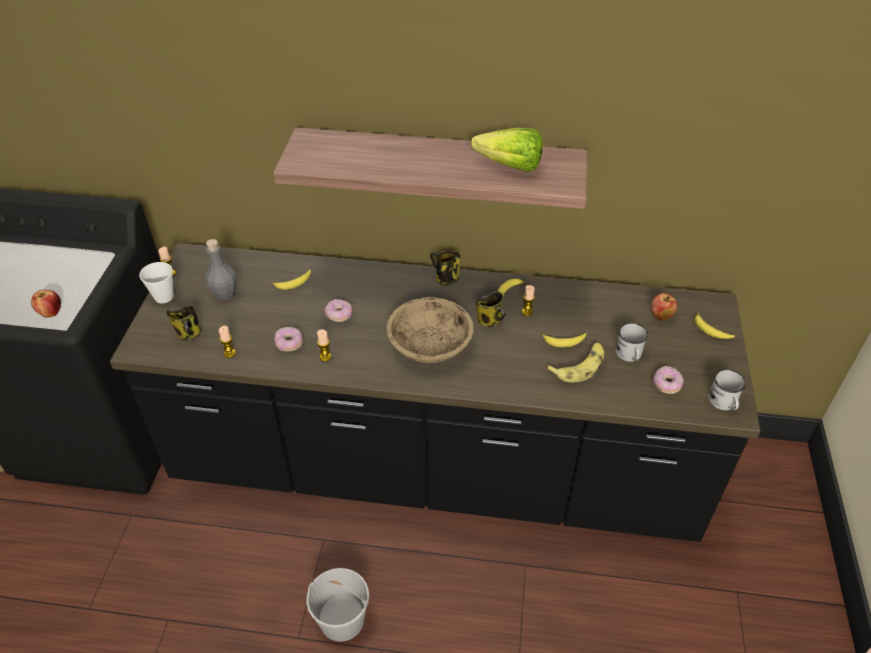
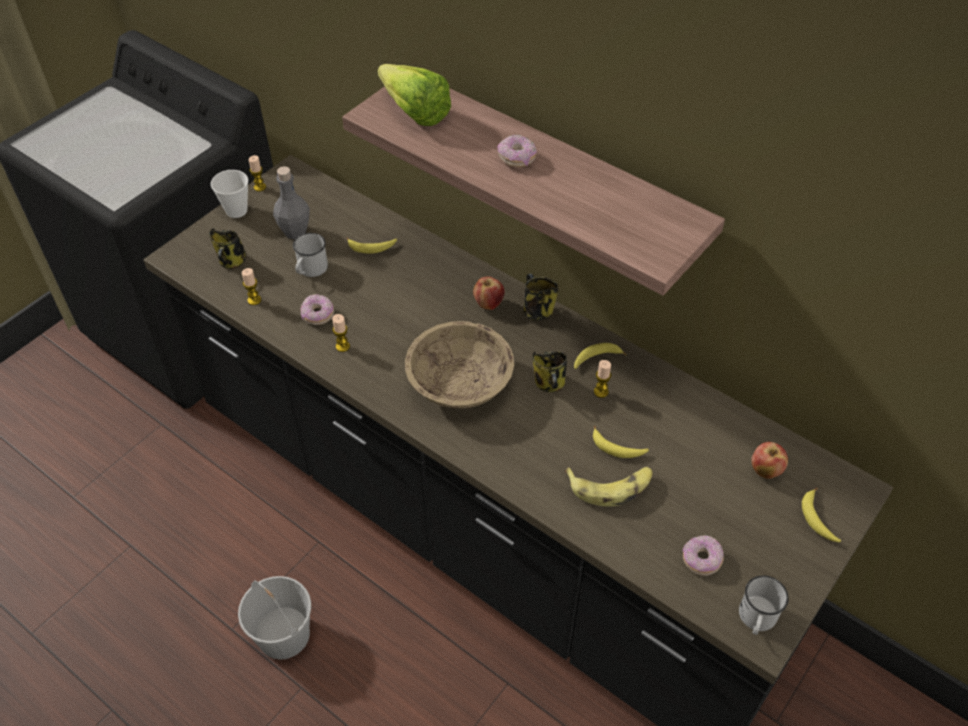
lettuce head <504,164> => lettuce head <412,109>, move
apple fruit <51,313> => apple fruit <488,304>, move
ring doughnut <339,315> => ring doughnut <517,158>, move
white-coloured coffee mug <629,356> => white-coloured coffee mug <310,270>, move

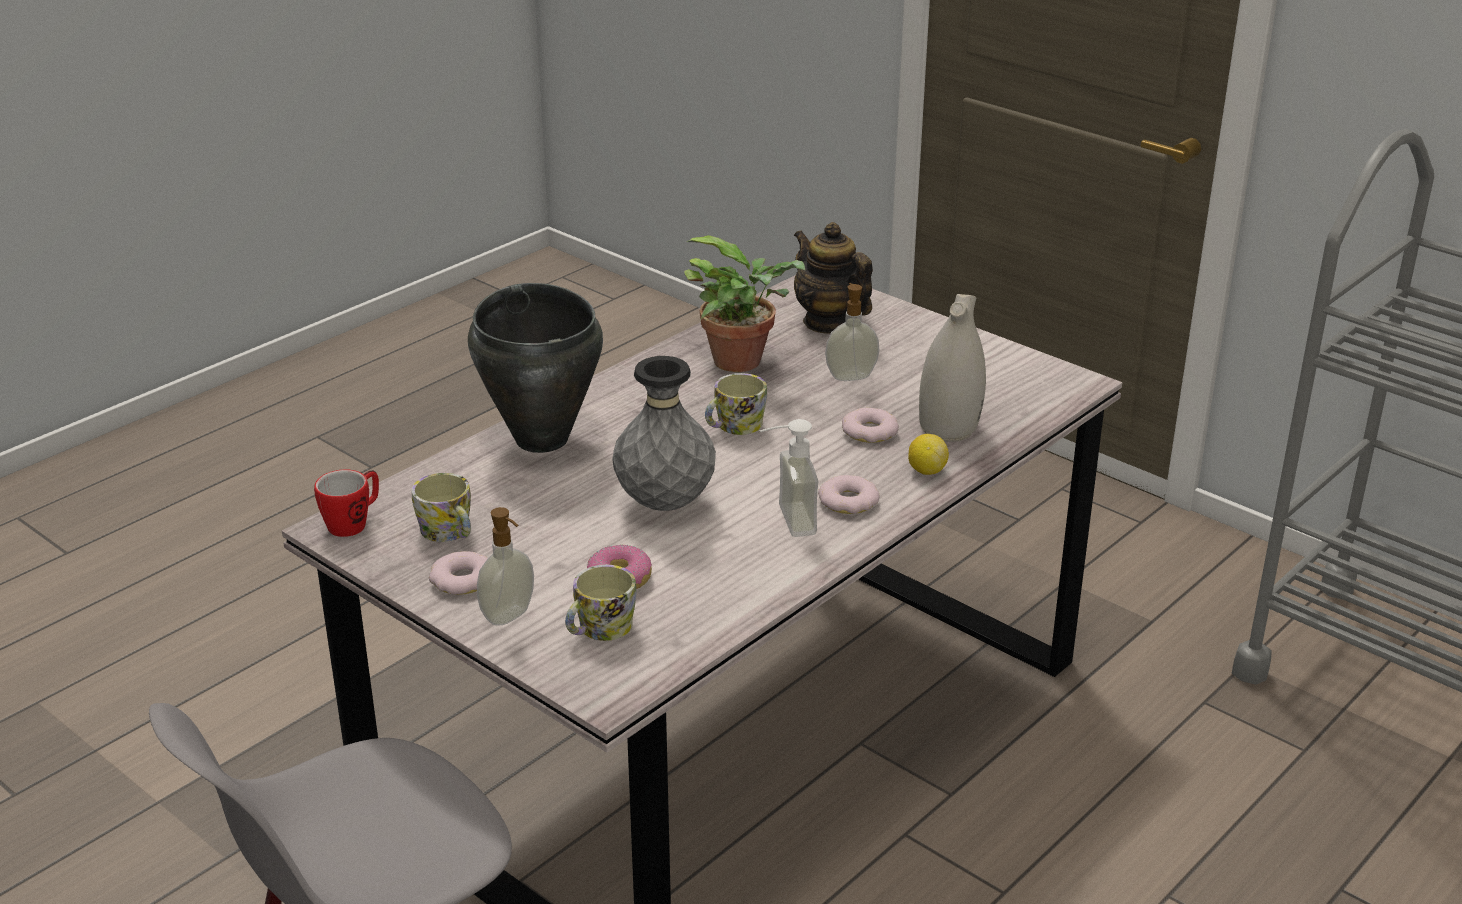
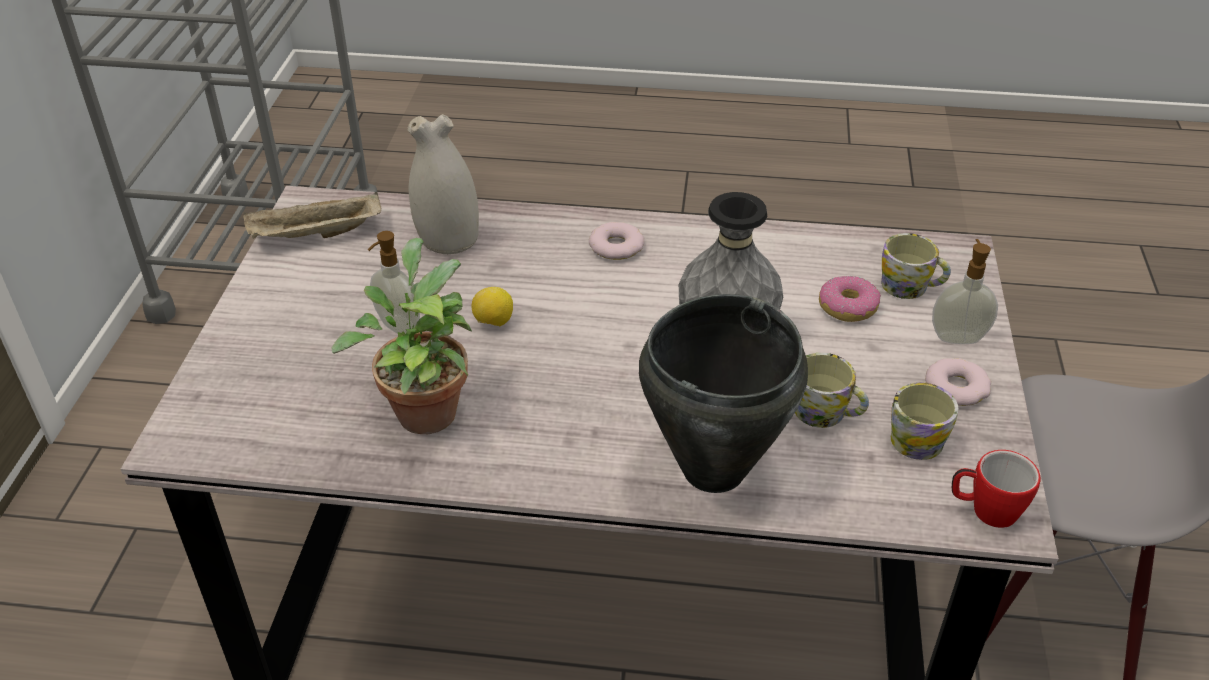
teapot <829,322> => nothing
coffee mug <734,427> => coffee mug <826,413>, move
ring doughnut <870,431> => nothing
soap bottle <784,521> => nothing
citrus fruit <926,470> => citrus fruit <493,322>, move
nothing => sand-coloured carrying tray <315,235>

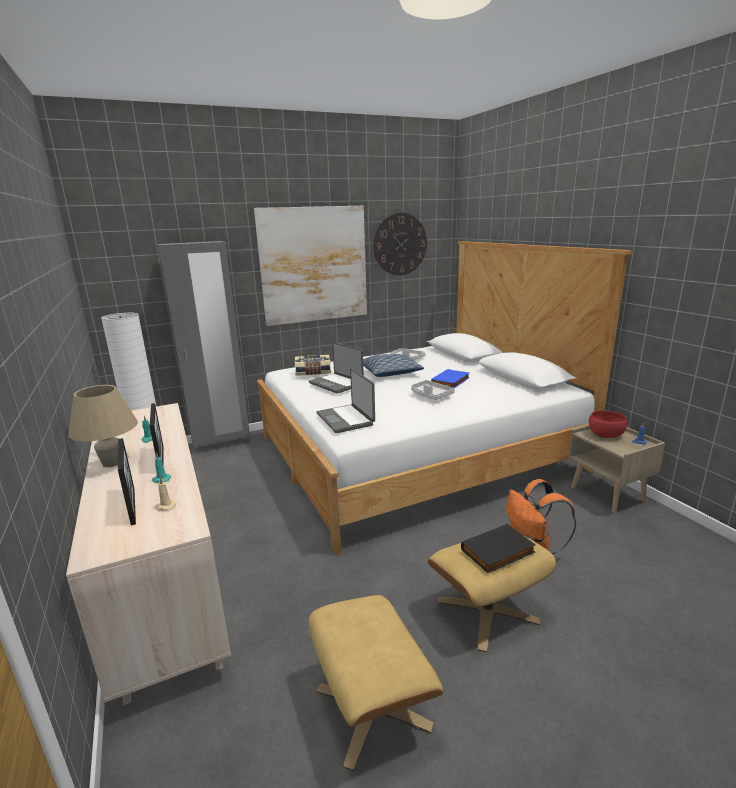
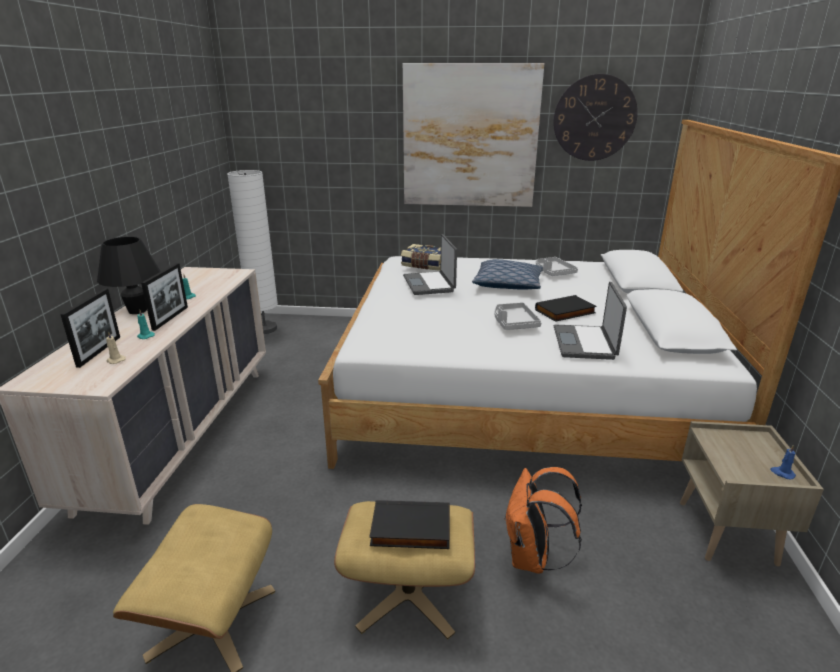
grey clothes cupboard <221,443> => nothing
notebook computer <346,419> => notebook computer <585,343>, move
blue volume <451,381> => black-coloured volume <565,312>
sand-coloured lamp for a table <112,463> => black-coloured lamp for a table <137,311>
red-coloured serving bowl <606,435> => nothing

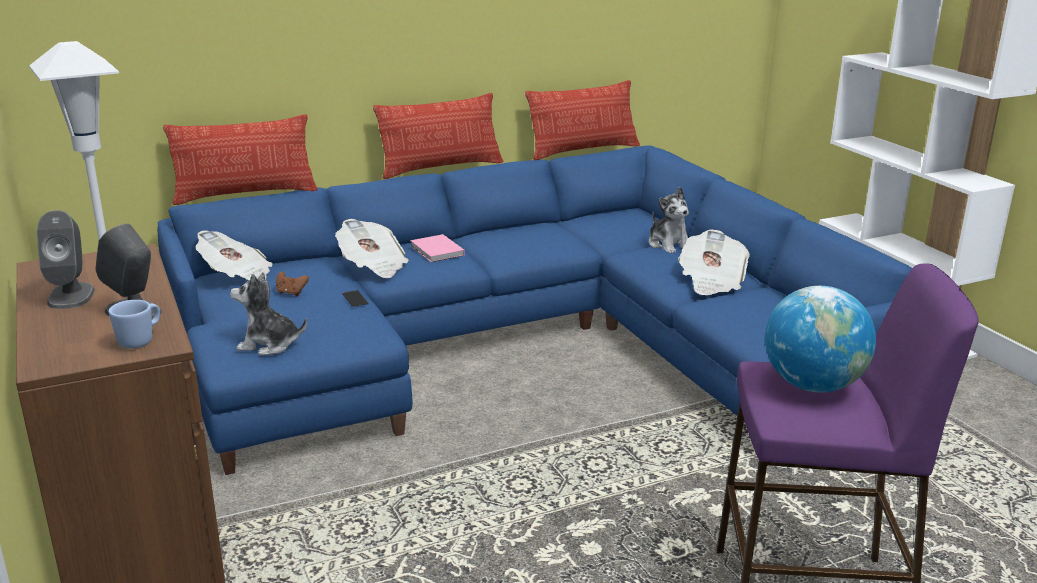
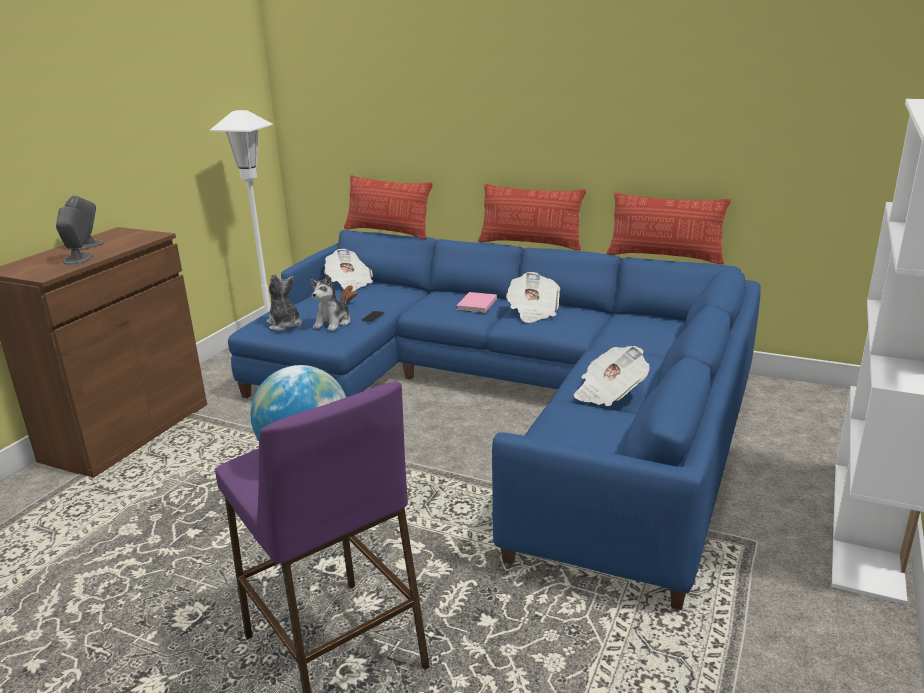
soft toy <669,245> => soft toy <333,323>, move
newspaper <373,266> => newspaper <533,312>, move
blue coffee mug <141,340> => nothing

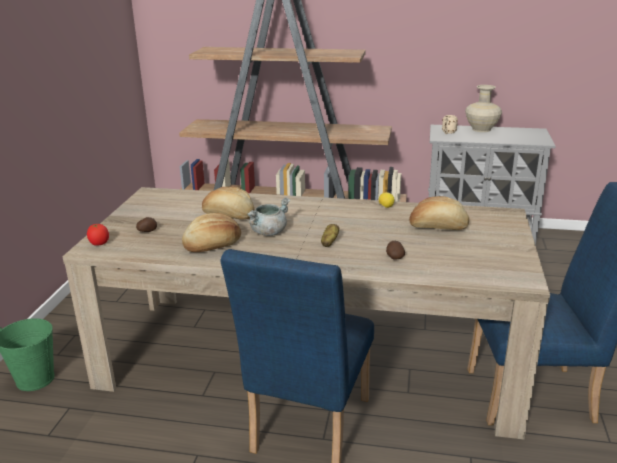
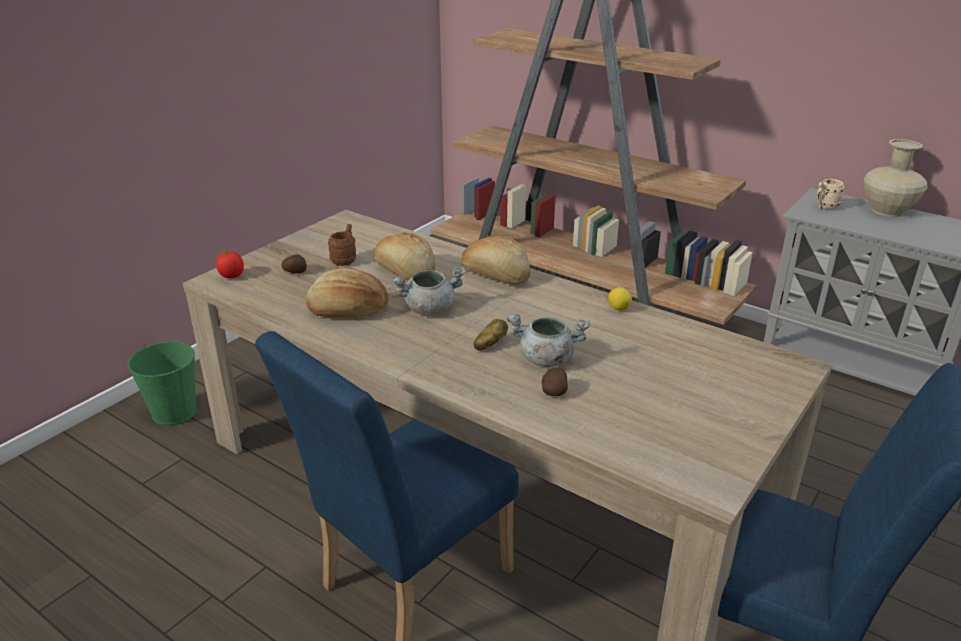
baked bread <438,227> => baked bread <496,276>, move
nothing => brownish coffee mug <345,260>
nothing => grey stockpot <546,359>

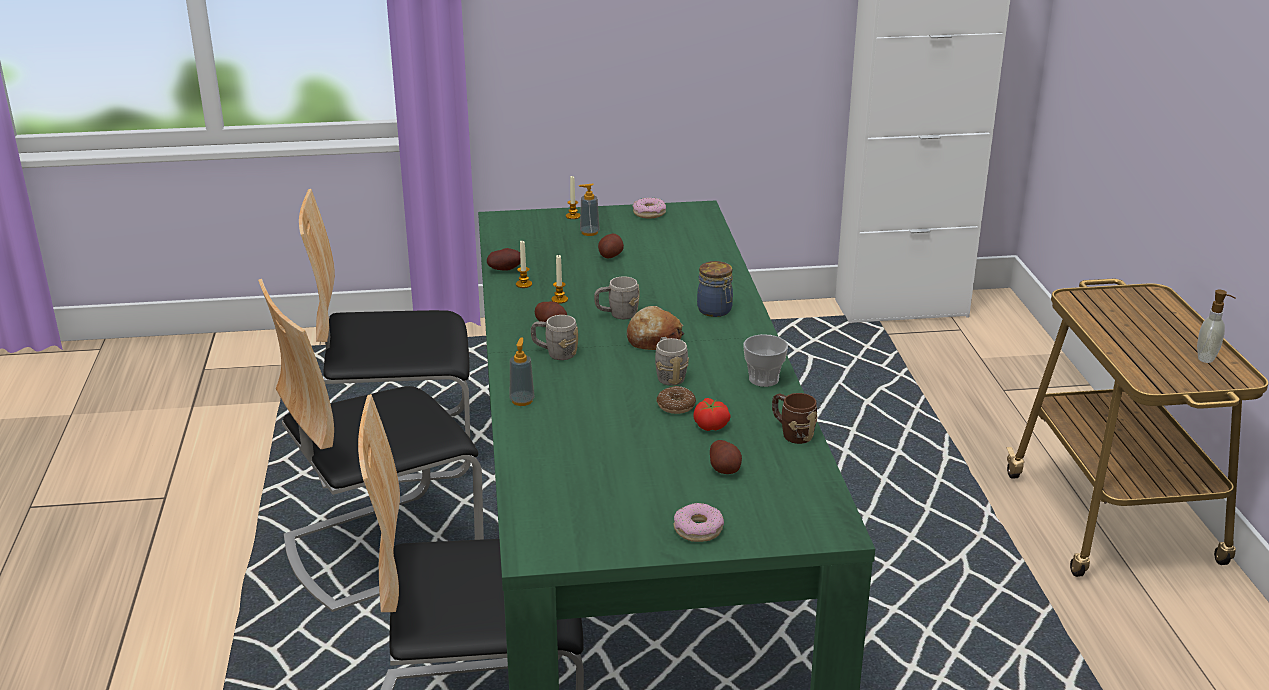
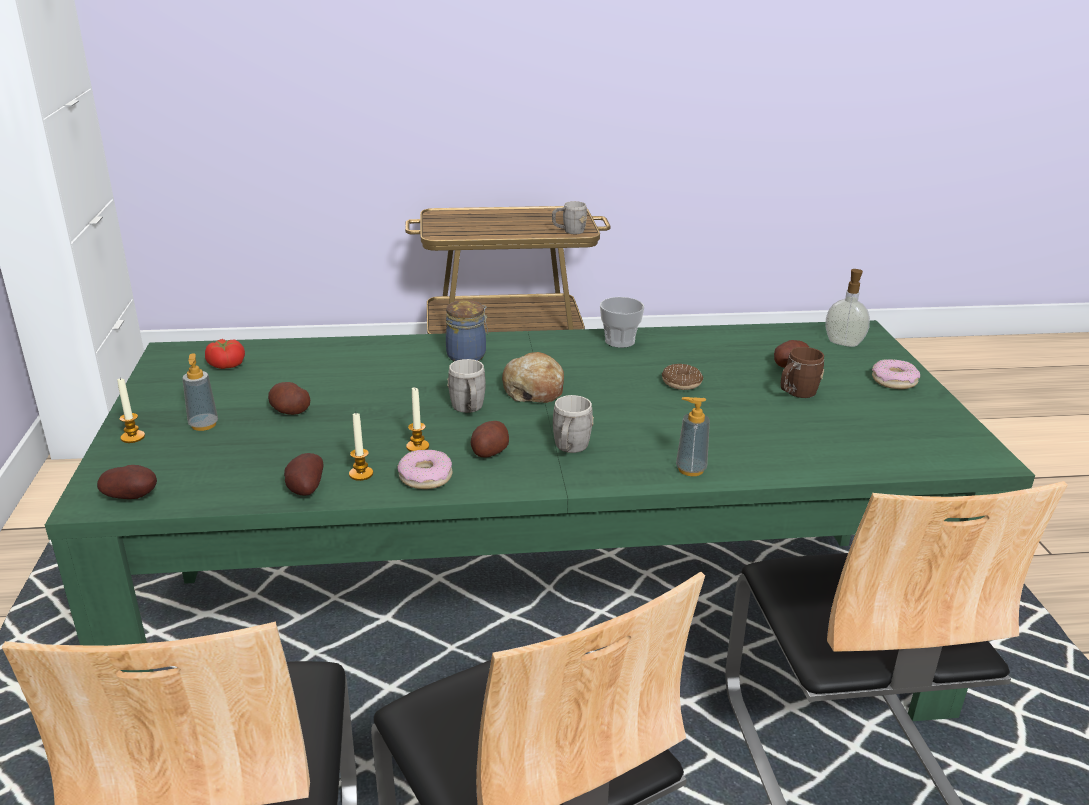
ring doughnut <649,213> => ring doughnut <425,477>, move
soap bottle <1207,358> => soap bottle <843,342>, move
grey coffee mug <669,375> => grey coffee mug <569,231>, move
brownish coffee mug <792,433> => brownish coffee mug <796,394>, move
fresh tomato <711,425> => fresh tomato <226,364>, move
nothing => spud <133,497>

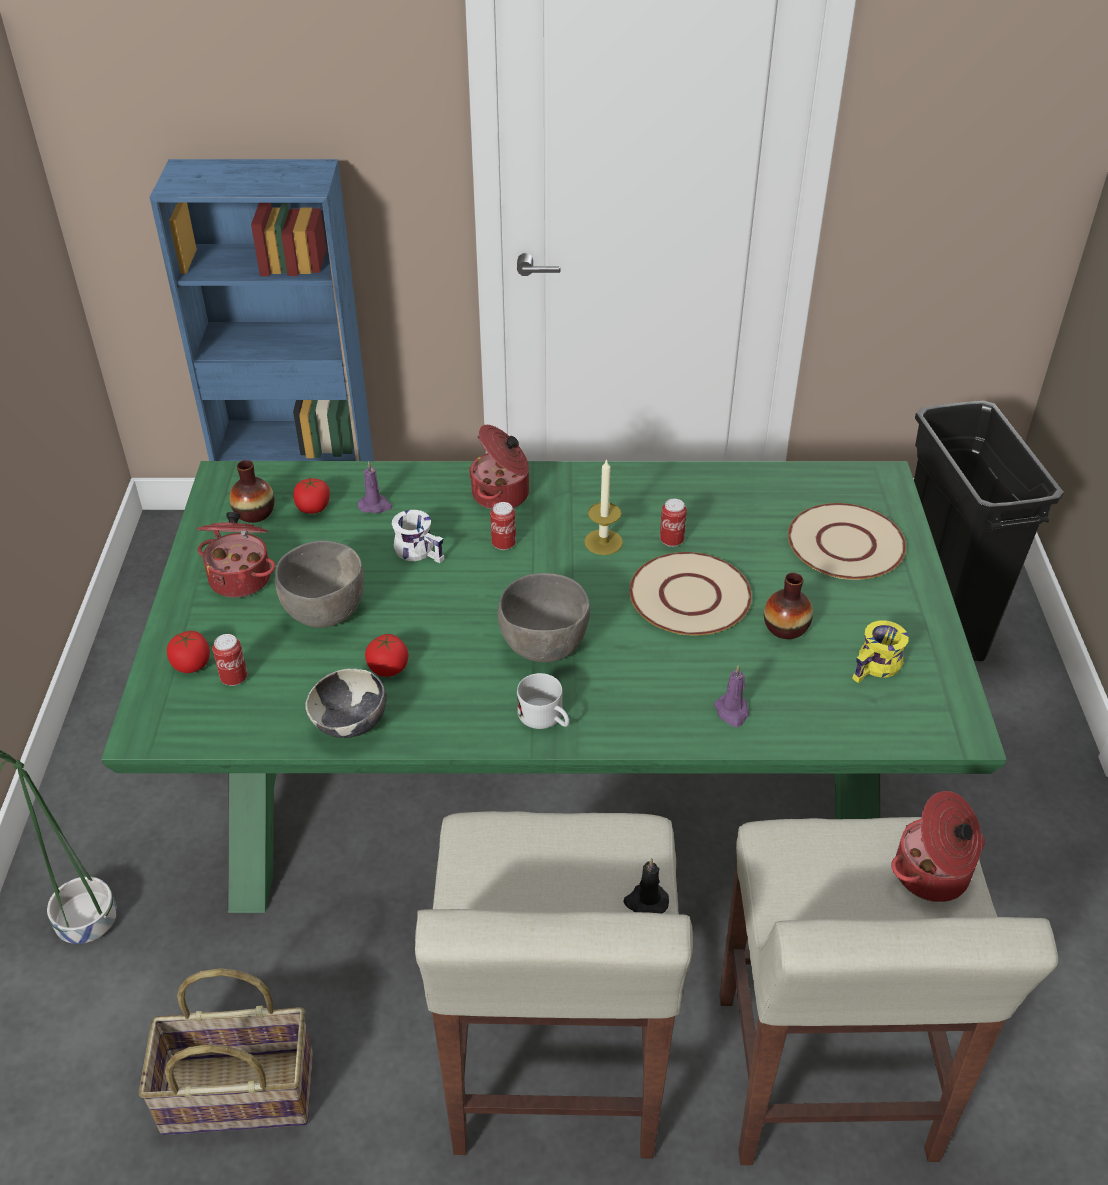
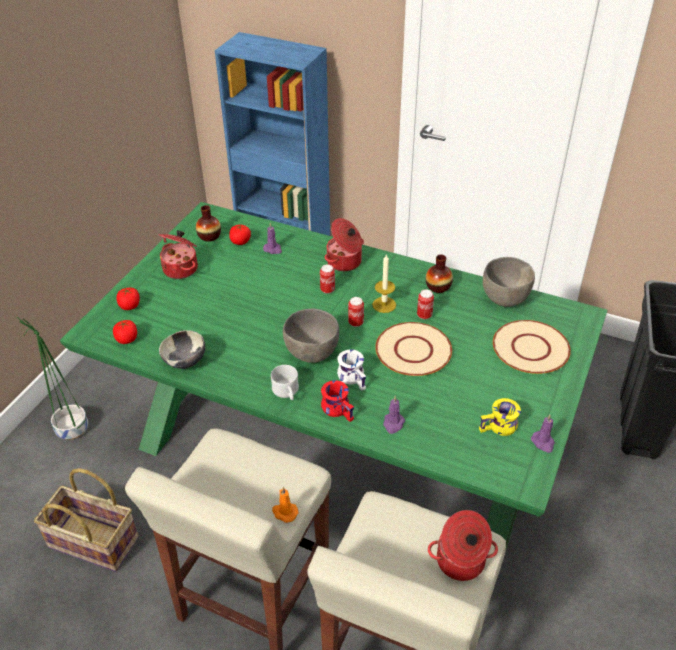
white-coloured coffee mug <421,550> => white-coloured coffee mug <354,377>, move
grey serving bowl <325,614> => grey serving bowl <504,299>, move
vase <785,627> => vase <438,287>, move
metal can <234,678> => metal can <356,323>, move
fresh tomato <388,667> => fresh tomato <127,339>, move
black-coloured candle <645,901> => orange candle <284,512>
nothing => red-coloured coffee mug <339,408>
nothing => purple candle <543,443>

